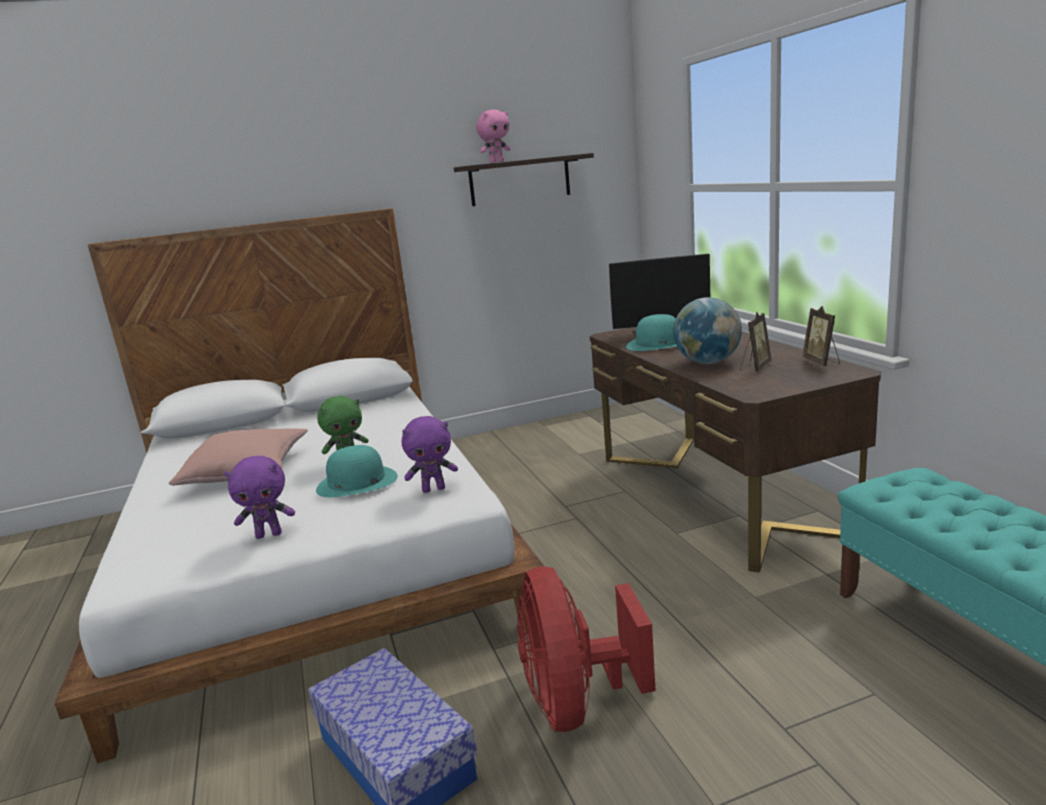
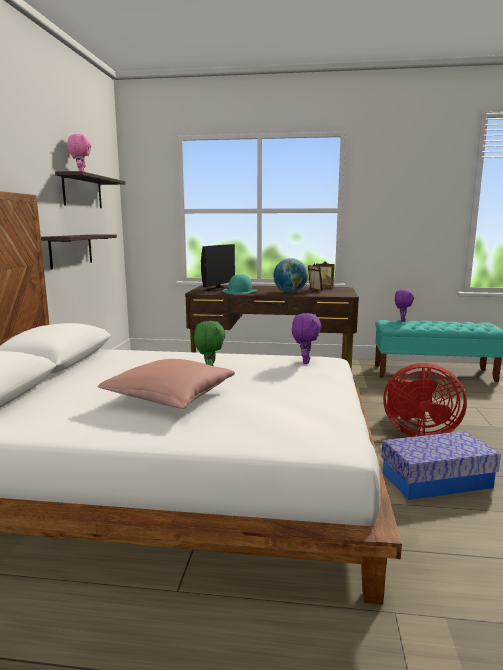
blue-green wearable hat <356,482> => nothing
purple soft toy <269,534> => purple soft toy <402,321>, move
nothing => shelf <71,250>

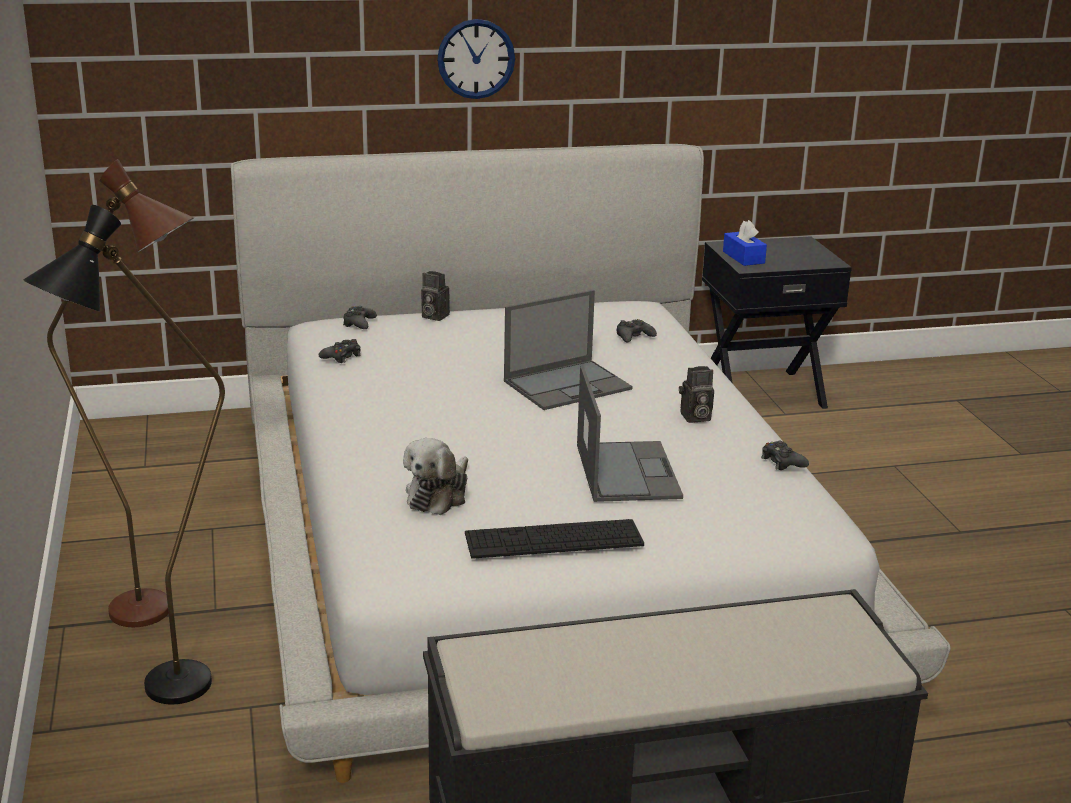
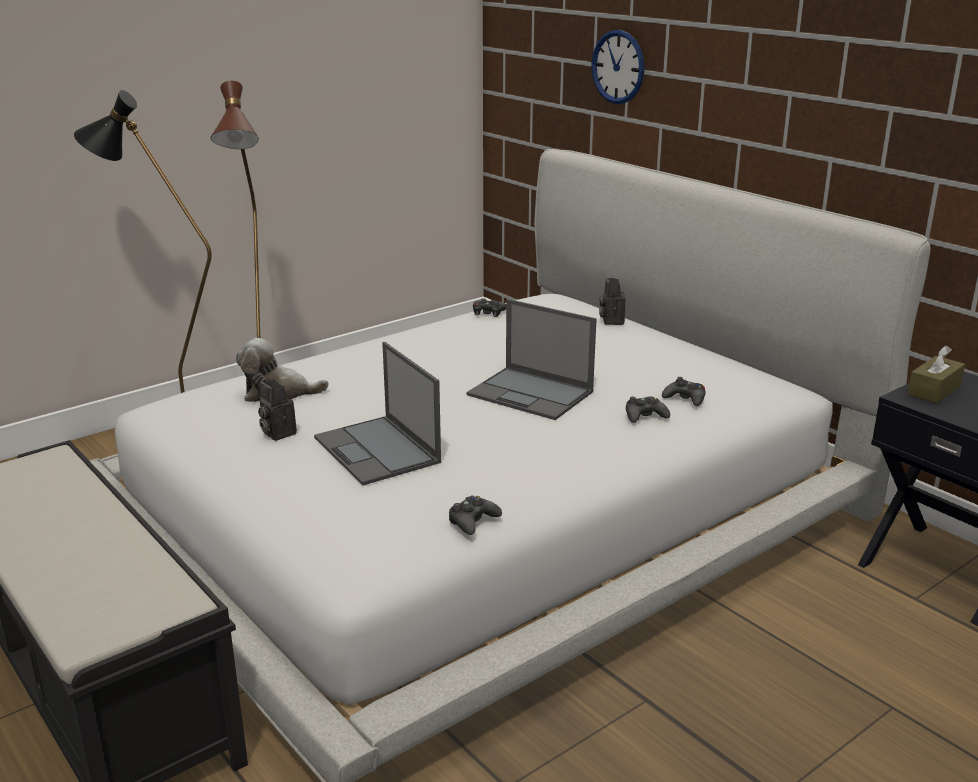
clock on the wall <476,59> => clock on the wall <618,67>, move
blue tissue box <743,257> => brownish tissue box <934,390>
black-coloured game controller <359,323> => black-coloured game controller <644,416>, move
notebook computer <626,471> => notebook computer <378,450>, 90 degrees clockwise
photo camera <694,417> => photo camera <276,433>, move
computer keyboard <553,539> => nothing

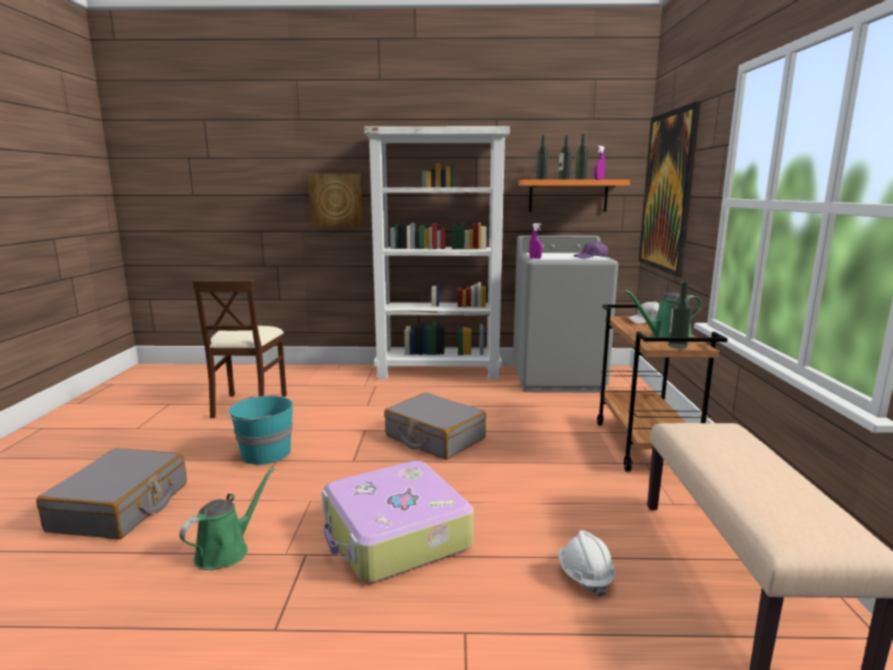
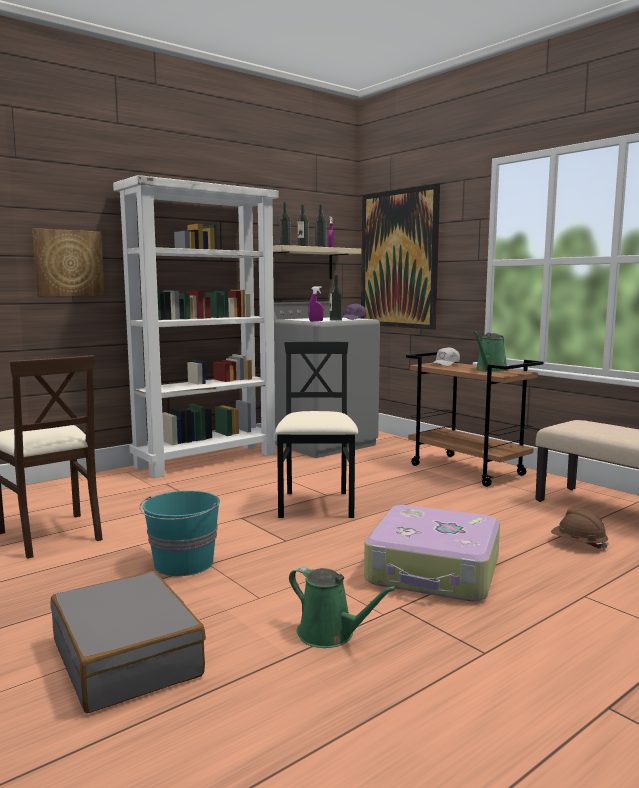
orange shelf <568,196> => sand-coloured shelf <302,263>
bottle <677,346> => bottle <335,320>, move
grey travel case <434,437> => black-coloured upright chair <316,505>
green-coloured sprinkling can <226,551> => green-coloured sprinkling can <330,634>, 135 degrees clockwise
white-coloured safety helmet <584,576> => brownish safety helmet <578,544>

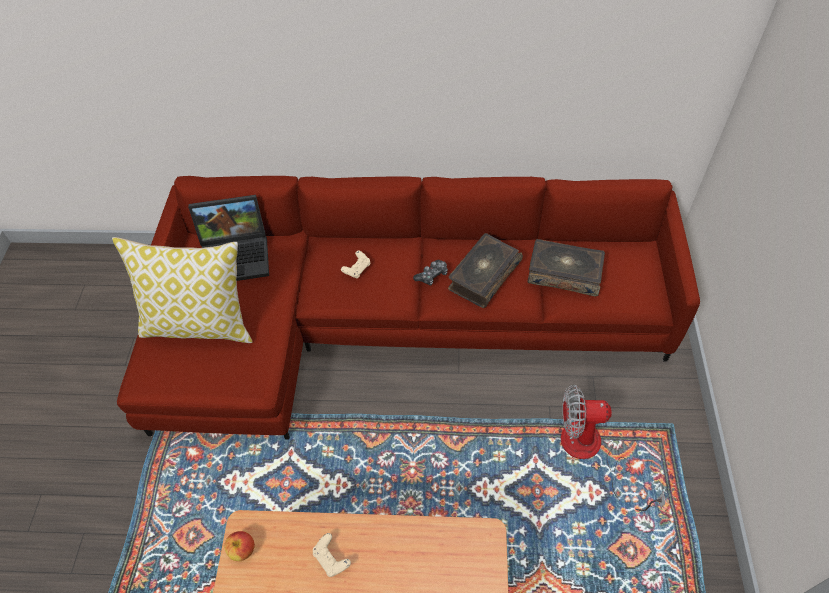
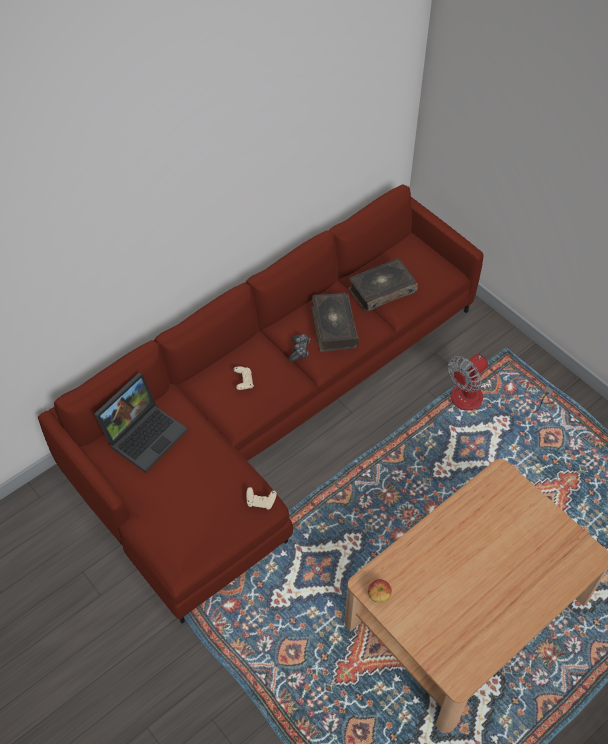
cushion <200,324> => nothing
sand-coloured game controller <331,559> => sand-coloured game controller <261,501>, move

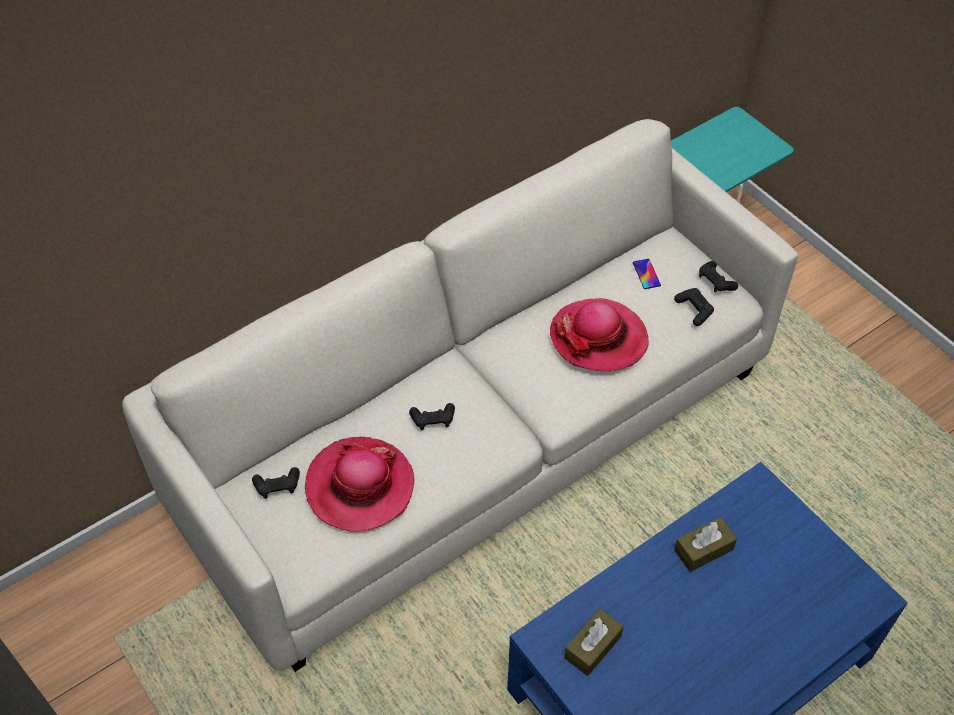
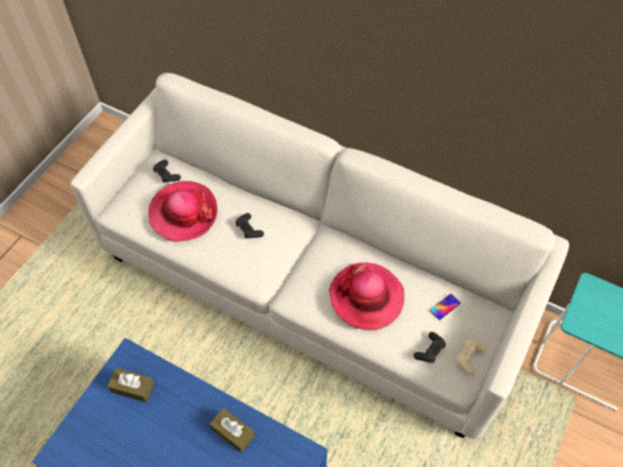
black-coloured game controller <715,281> => sand-coloured game controller <469,357>

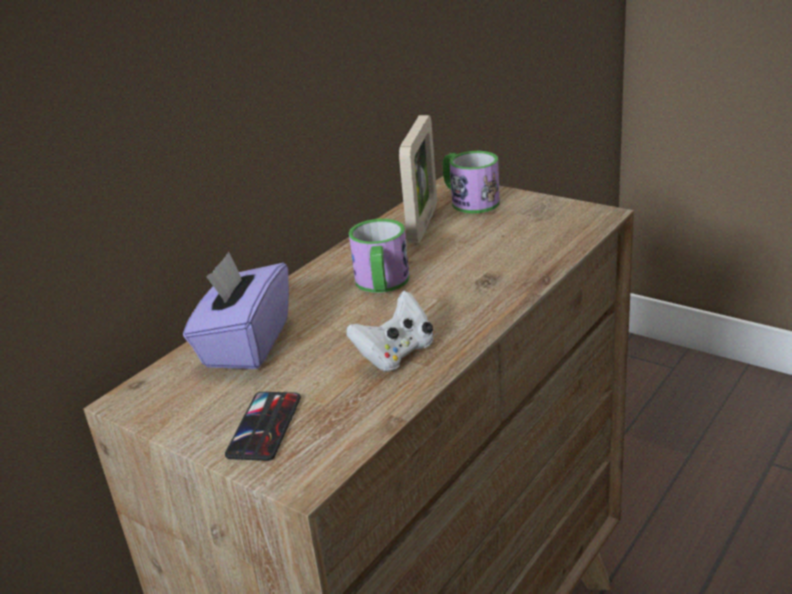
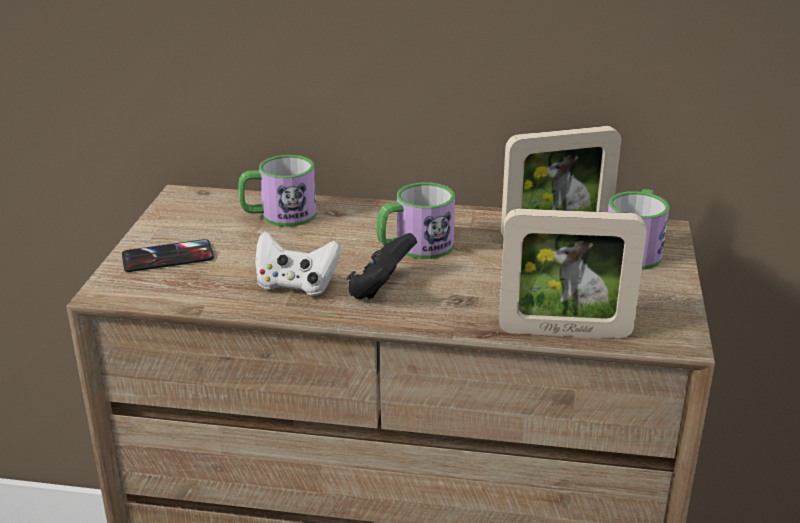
purple tissue box <245,344> => coffee mug <278,215>
nothing => picture frame <564,332>
nothing => black-coloured game controller <380,288>

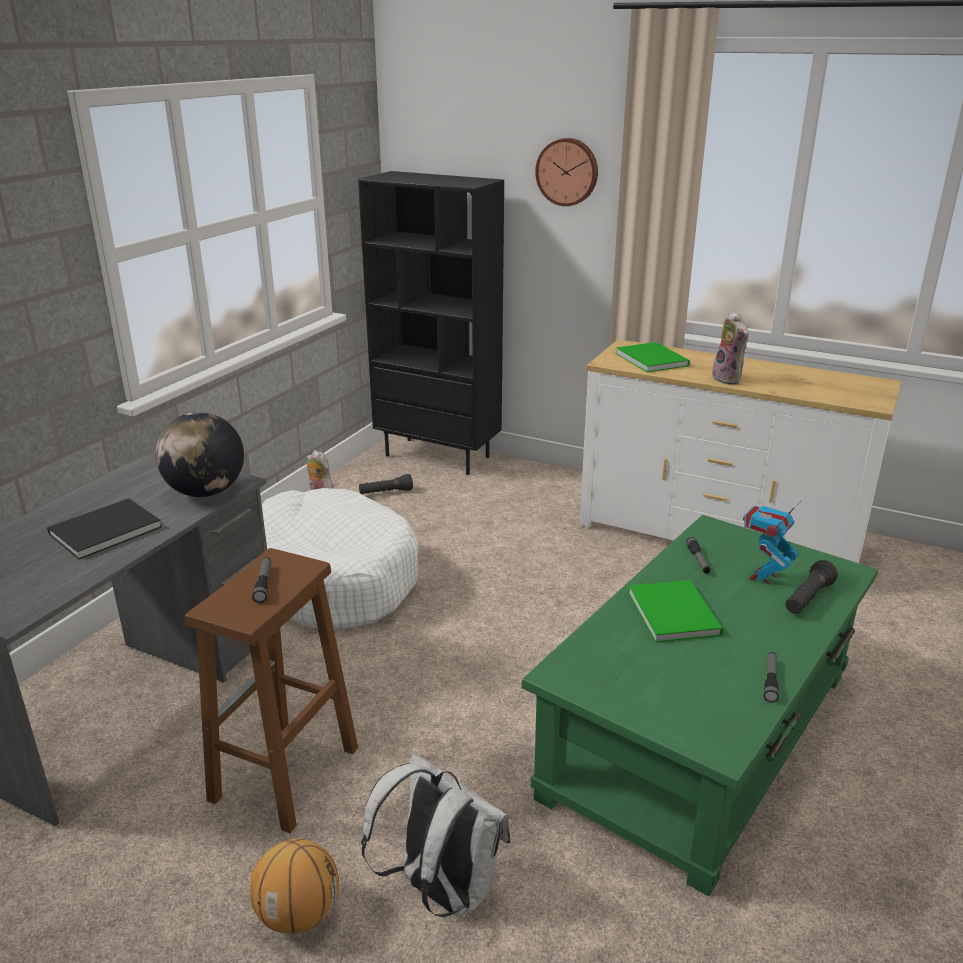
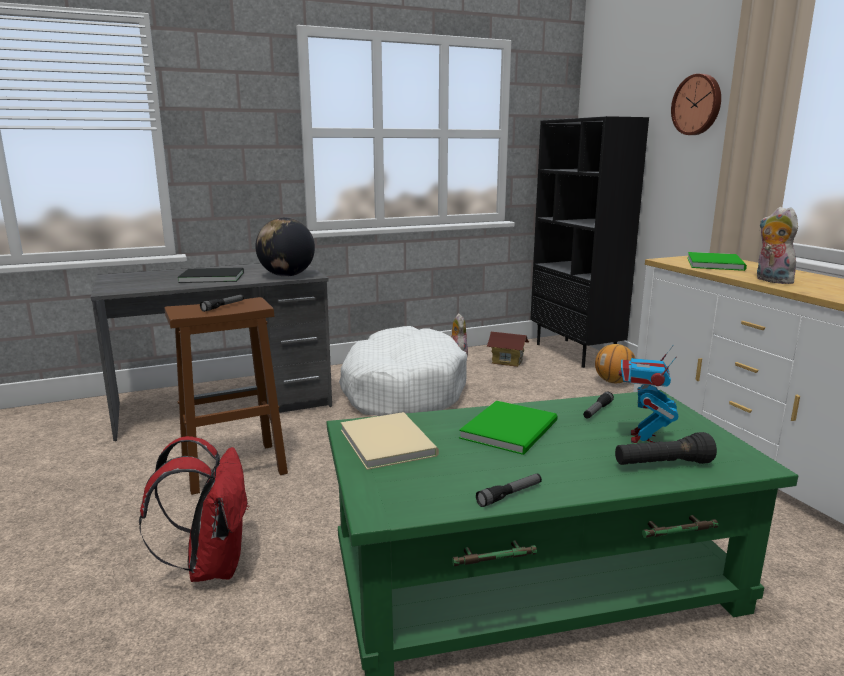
soft toy <729,379> => soft toy <770,280>, 135 degrees clockwise
black-coloured torch <386,493> => model house <507,362>
model robot <763,577> => model robot <642,438>, 60 degrees counterclockwise
white-coloured knapsack <441,891> => red-coloured knapsack <211,565>
ball for basketball <298,914> => ball for basketball <613,382>, move
nothing => sand-coloured volume <389,441>

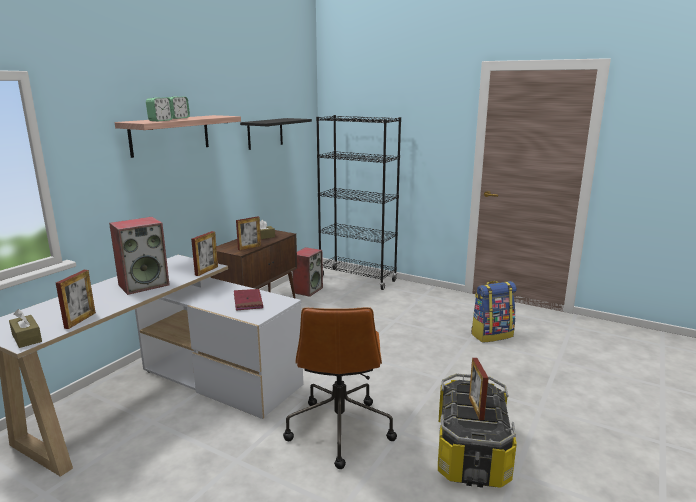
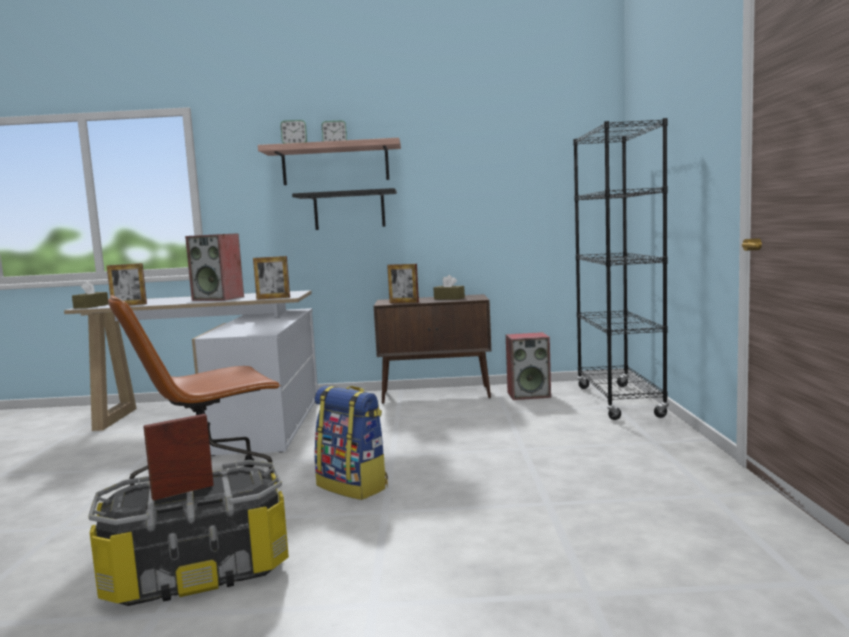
black-coloured shelf <265,133> => black-coloured shelf <349,210>, move
knapsack <491,335> => knapsack <353,486>, move
red-coloured volume <248,301> => nothing

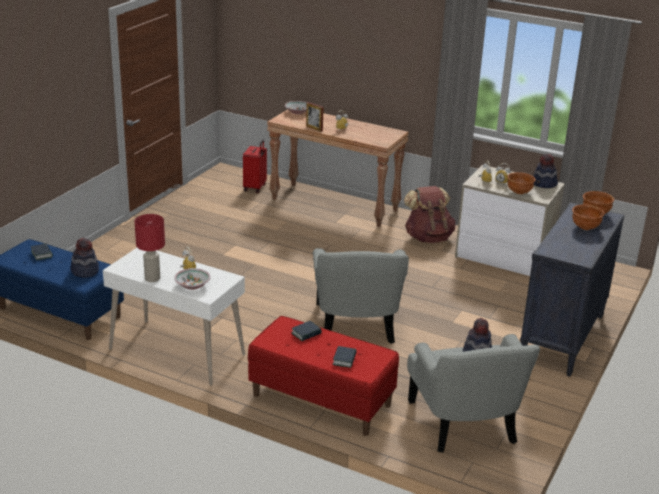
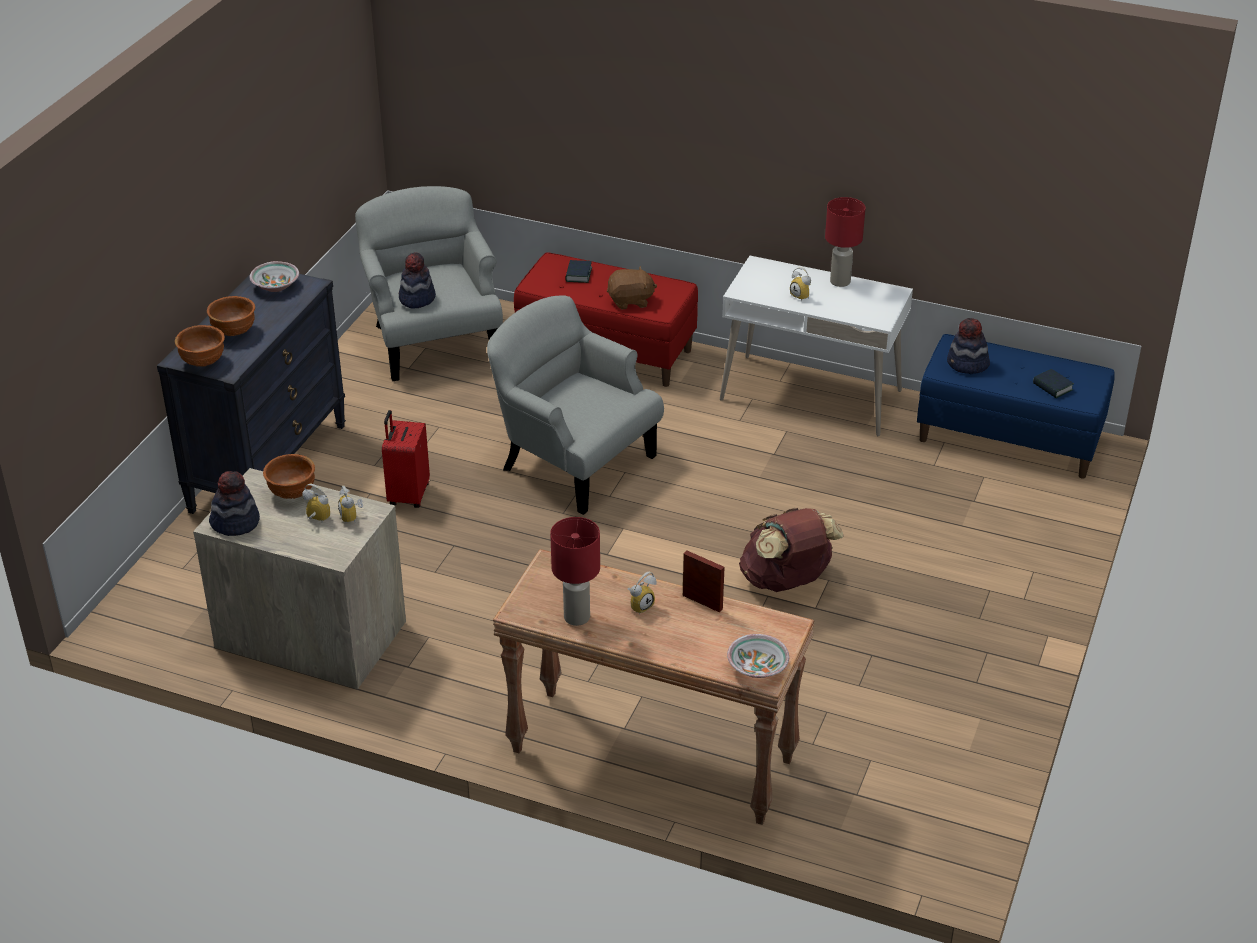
red-coloured travel case <255,188> => red-coloured travel case <407,495>, move
brownish knapsack <428,237> => brownish knapsack <786,581>, move
grey easy chair <356,324> => grey easy chair <574,462>, 45 degrees counterclockwise
serving bowl <192,286> => serving bowl <275,286>, move
volume <306,333> => brownish soft toy <630,301>
nothing => red-coloured lamp for a table <576,617>

